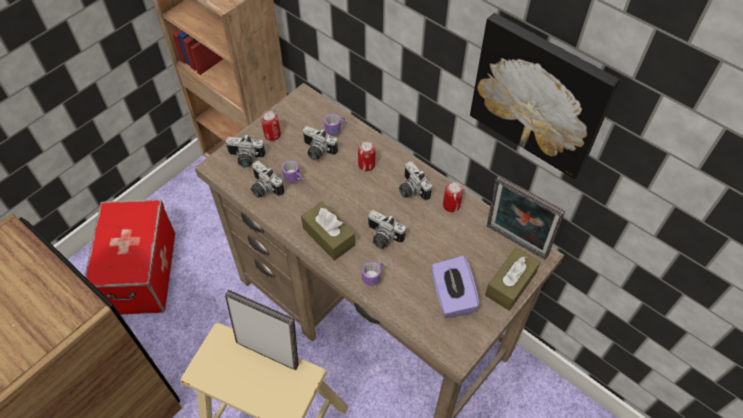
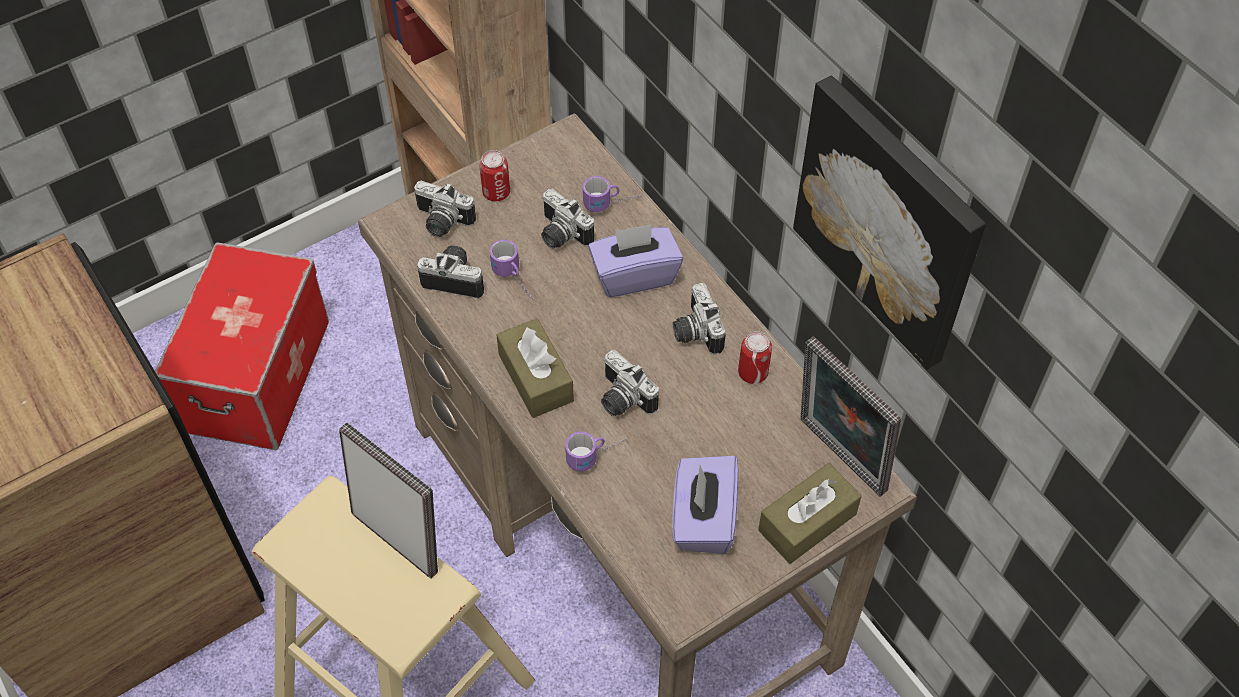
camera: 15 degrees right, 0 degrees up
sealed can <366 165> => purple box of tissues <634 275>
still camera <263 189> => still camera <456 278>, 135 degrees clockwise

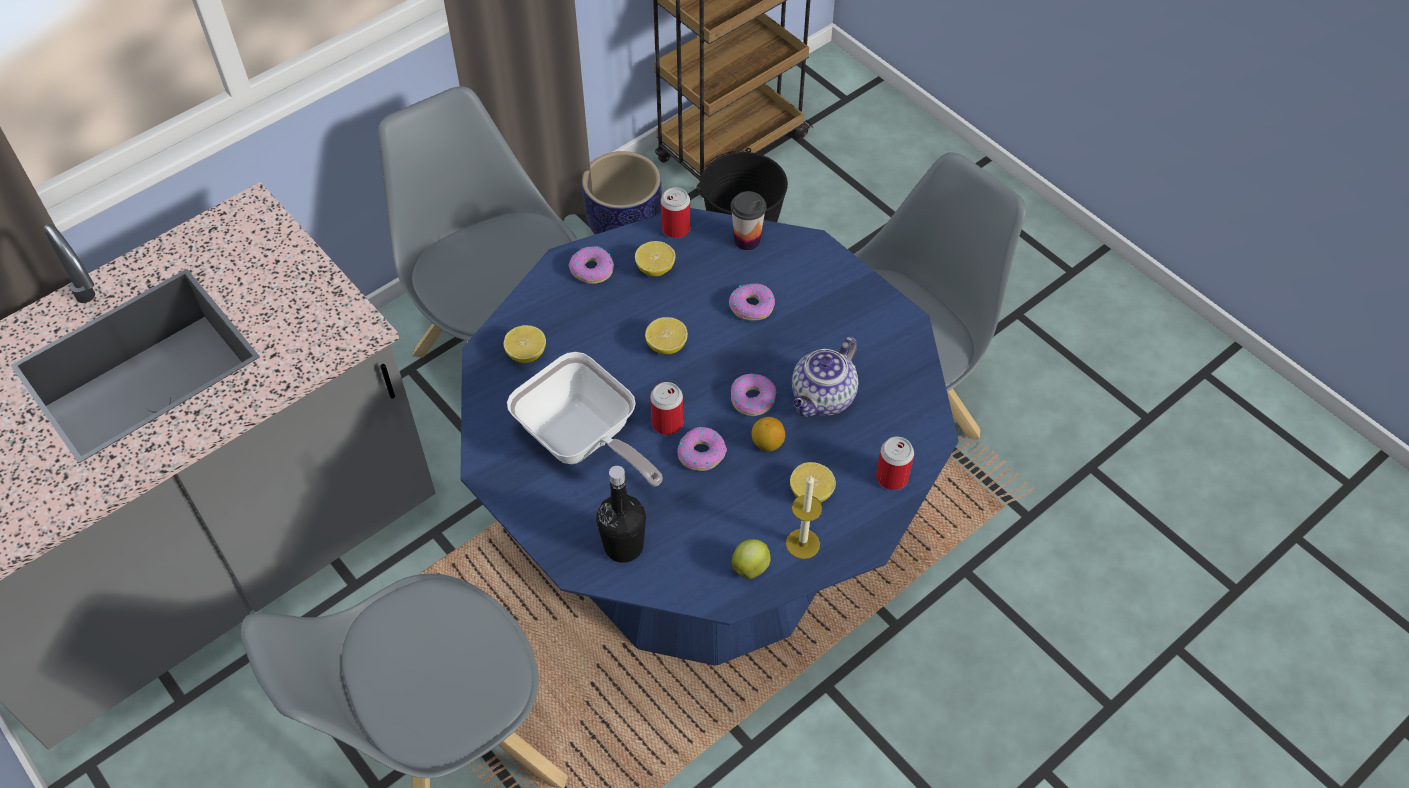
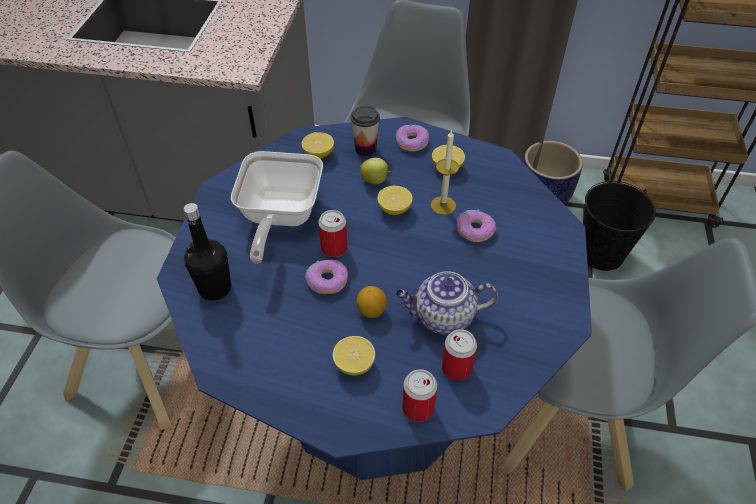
camera: 50 degrees right, 5 degrees down
doughnut <752 399> => nothing
sealed can <676 228> => sealed can <456 368>, moved
small cup <747 240> => small cup <365 149>, moved
apple <751 567> => apple <375 180>, moved
candle <802 543> => candle <443 205>, moved

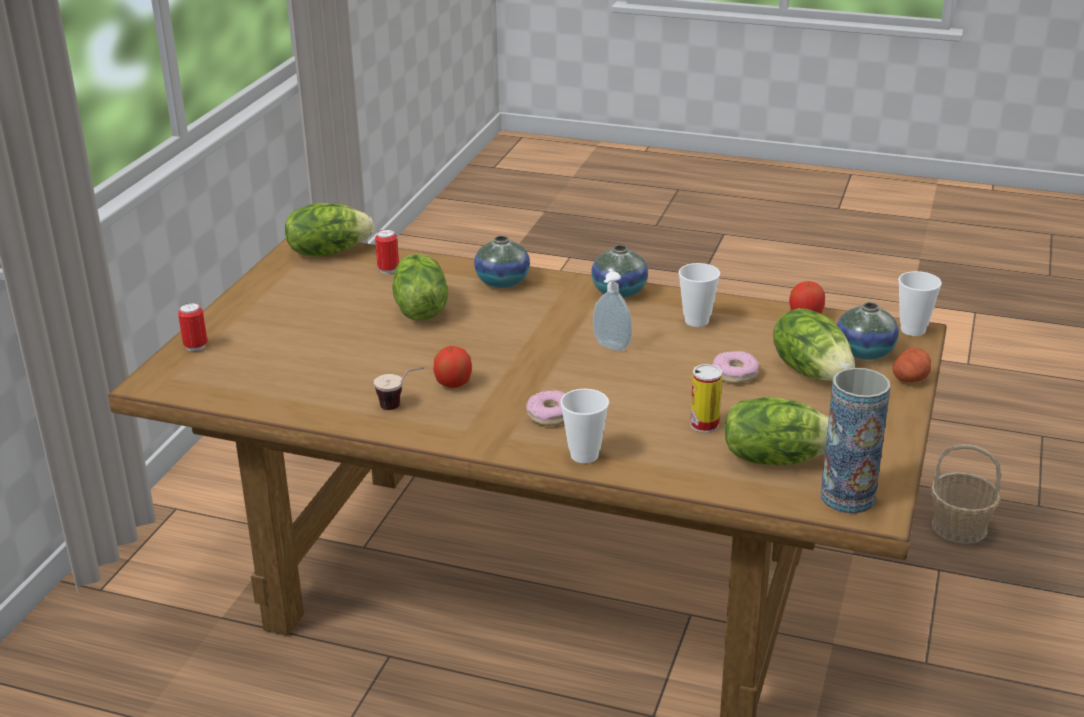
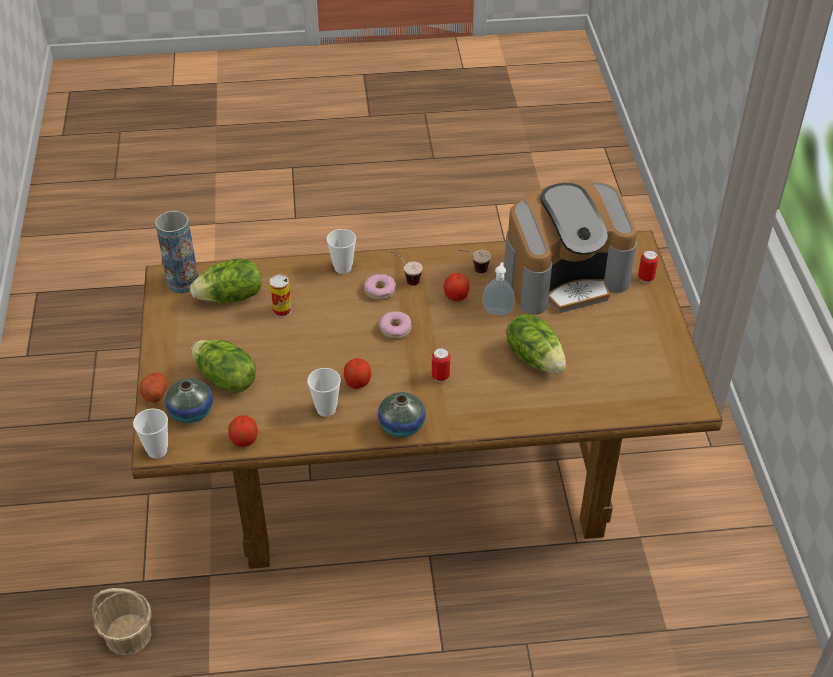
camera: 155 degrees right, 15 degrees up
lettuce <328 251> => nothing
flower vase <502 282> => nothing
nothing => apple <357 383>
nothing => small cup <406 279>
nothing => coffee machine <565 277>
sealed can <388 270> => sealed can <440 376>, moved
soap dispenser <610 347> => soap dispenser <498 311>, moved
doughnut <734 374> => doughnut <395 329>, moved

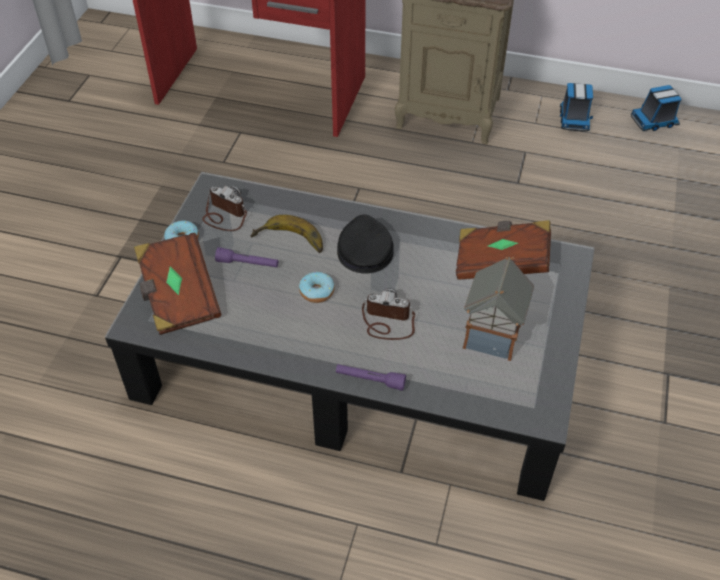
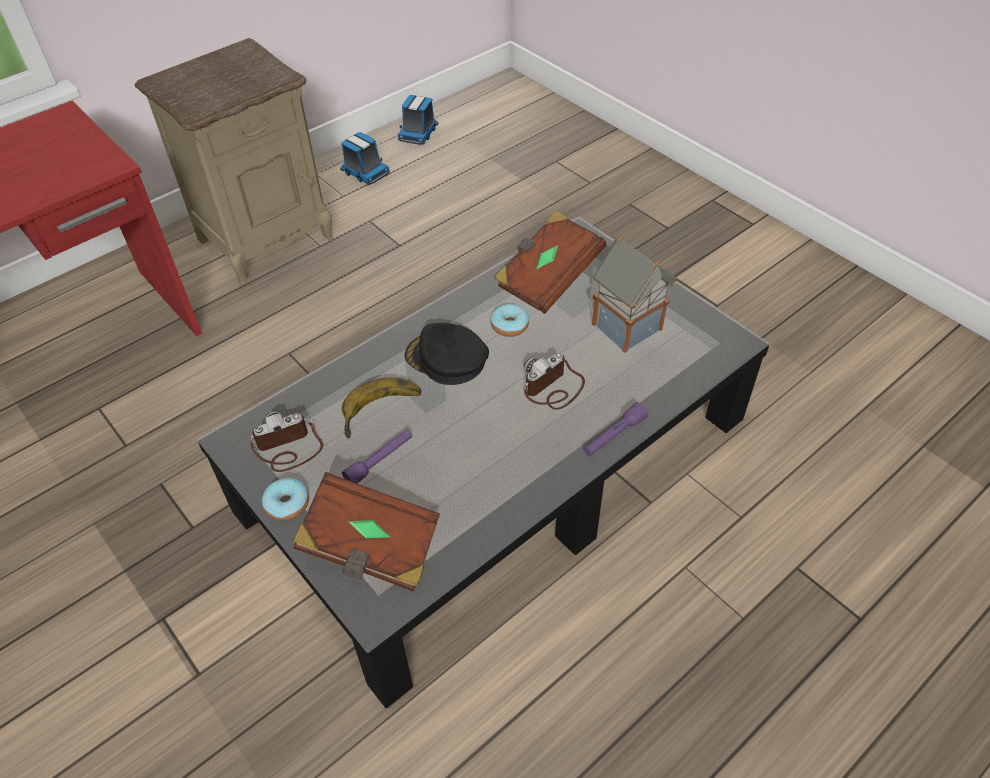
camera: 55 degrees left, 0 degrees up
doughnut <317 292> => doughnut <510 325>, moved

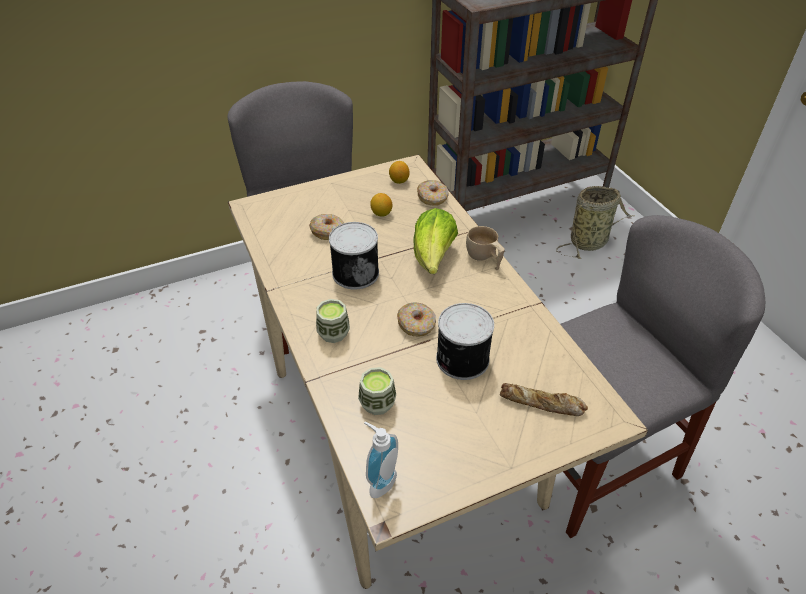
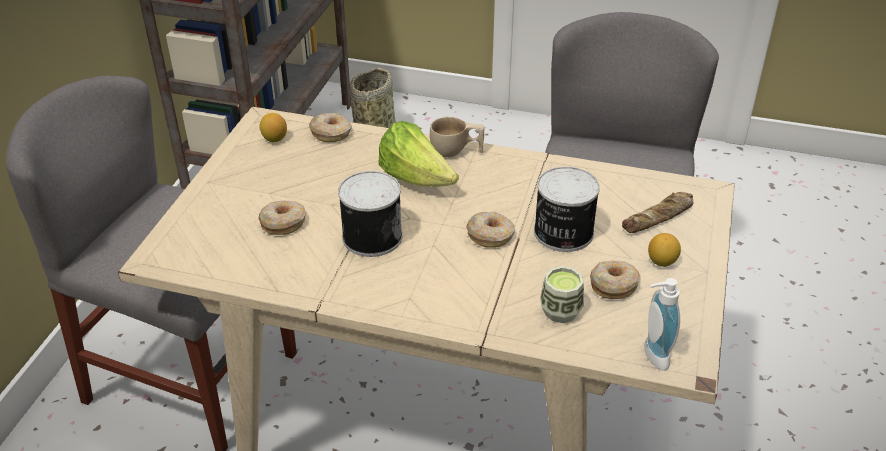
camera: 50 degrees left, 5 degrees down
small cup <333 333> => nothing
nothing => doughnut <613 285>
lemon <381 213> => lemon <662 262>, moved

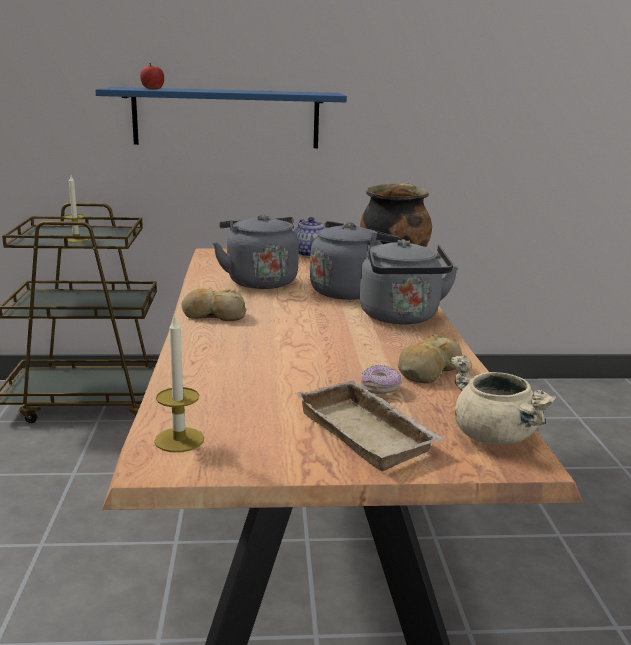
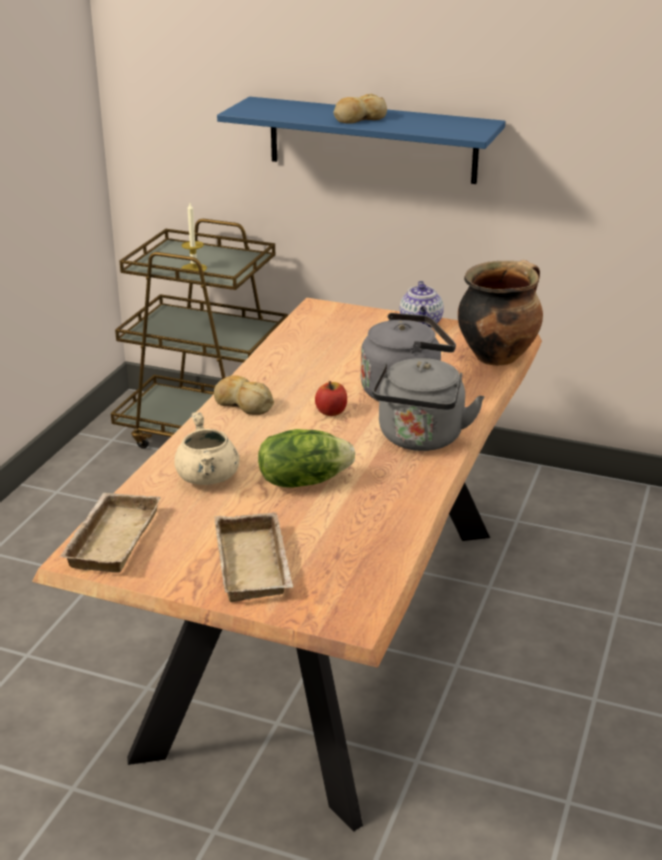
camera: 25 degrees right, 10 degrees up
gray kettle <259 281> => nothing
doughnut <380 389> => nothing
nothing => lettuce <303 481>
apple <152 88> => apple <331 412>, moved
bakery bread <428 371> => bakery bread <359 118>, moved
beige-coloured stockpot <495 437> => beige-coloured stockpot <208 478>, moved
candle <179 440> => beige-coloured serving tray <110 538>

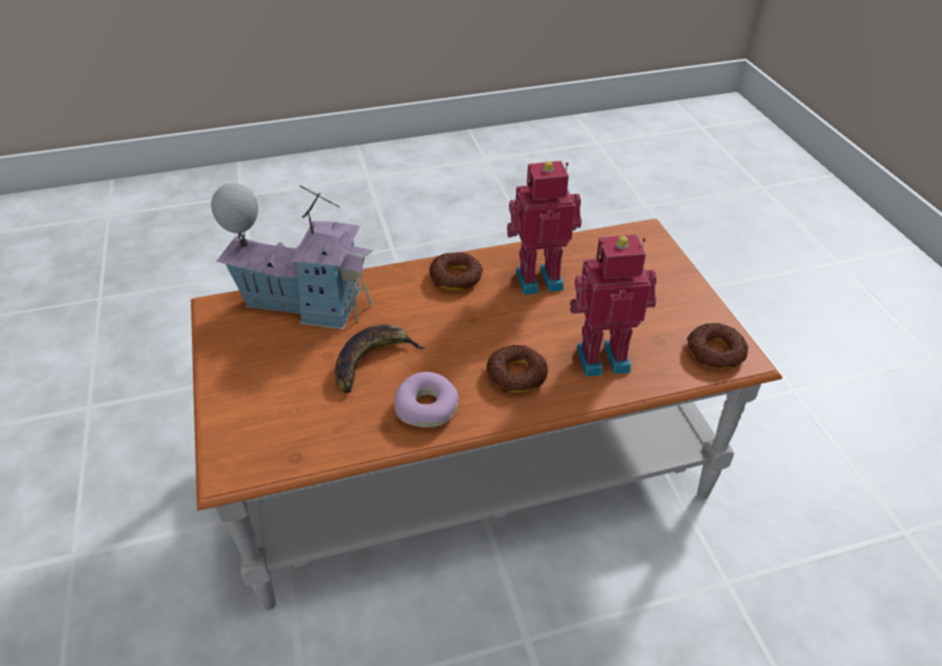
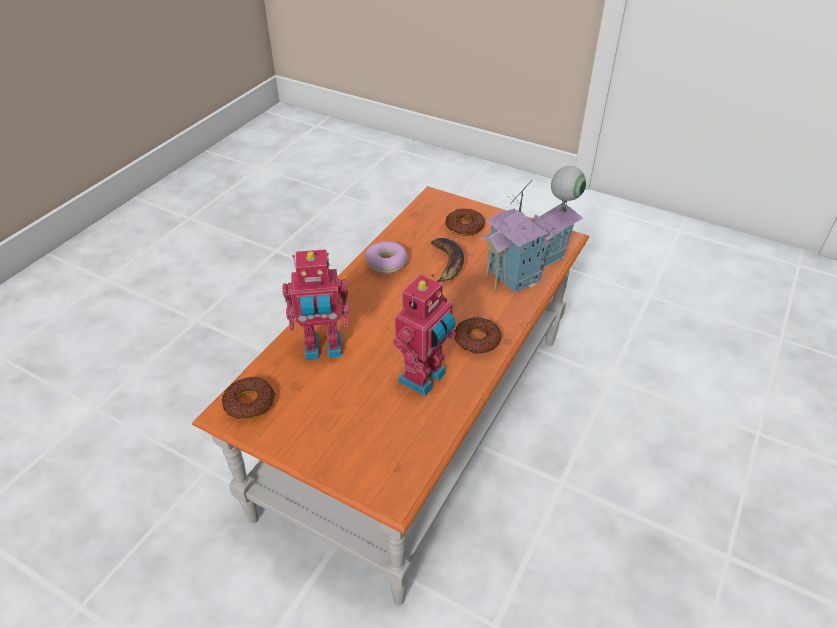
camera: 135 degrees right, 0 degrees up
doughnut <516 375> => doughnut <464 226>, moved
model robot <602 356> => model robot <323 349>, 45 degrees clockwise

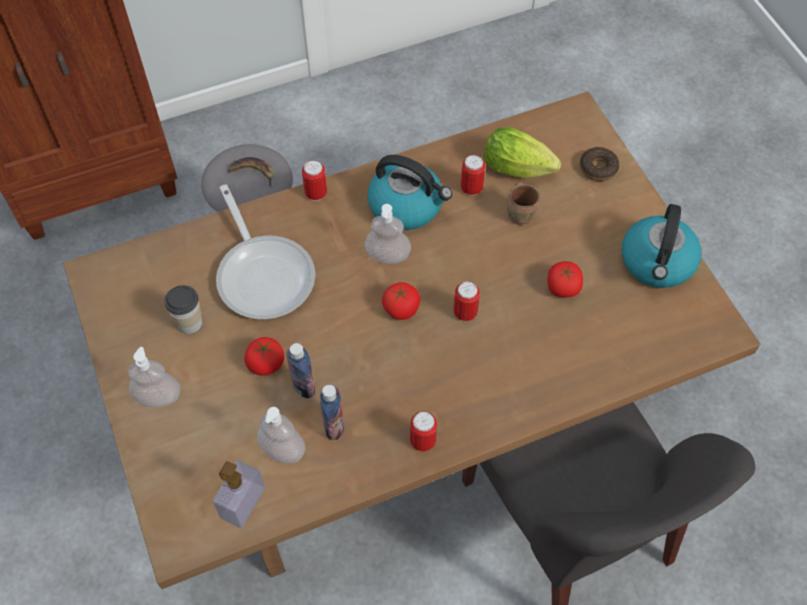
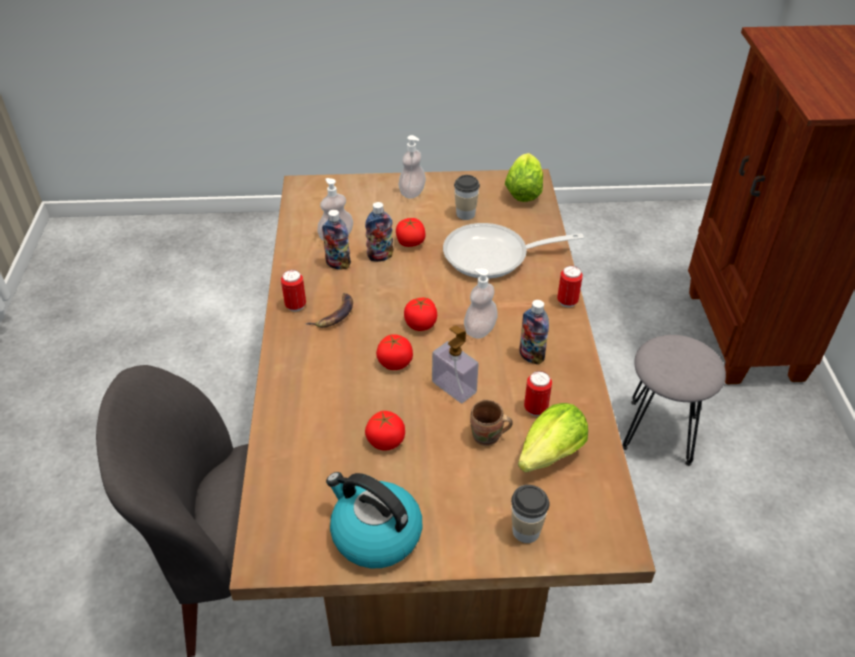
camera: 110 degrees right, 15 degrees down
nothing => lettuce <524 190>
soap dispenser <243 503> => soap dispenser <454 387>, moved
banana <252 173> => banana <334 314>, moved
kettle <407 206> => beverage bottle <531 356>
sealed can <465 313> => fresh tomato <395 362>
doughnut <598 168> => small cup <526 531>

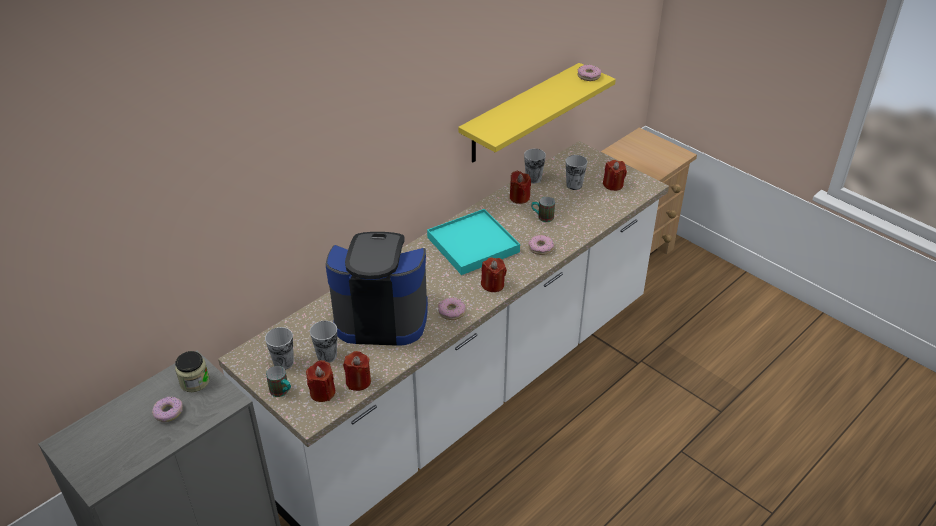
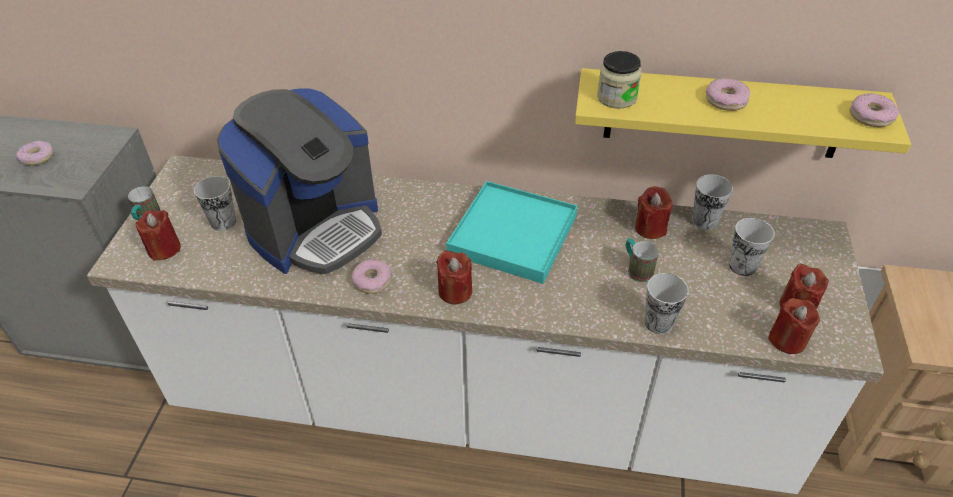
camera: 55 degrees right, 5 degrees up
jar <194 382> => jar <617 97>, moved
small cup <283 362> => small cup <659 323>, moved
red candle <358 381> => red candle <787 340>, moved
doughnut <540 248> => doughnut <726 100>, moved
coffee machine <381 317> => coffee machine <316 228>, 75 degrees clockwise

